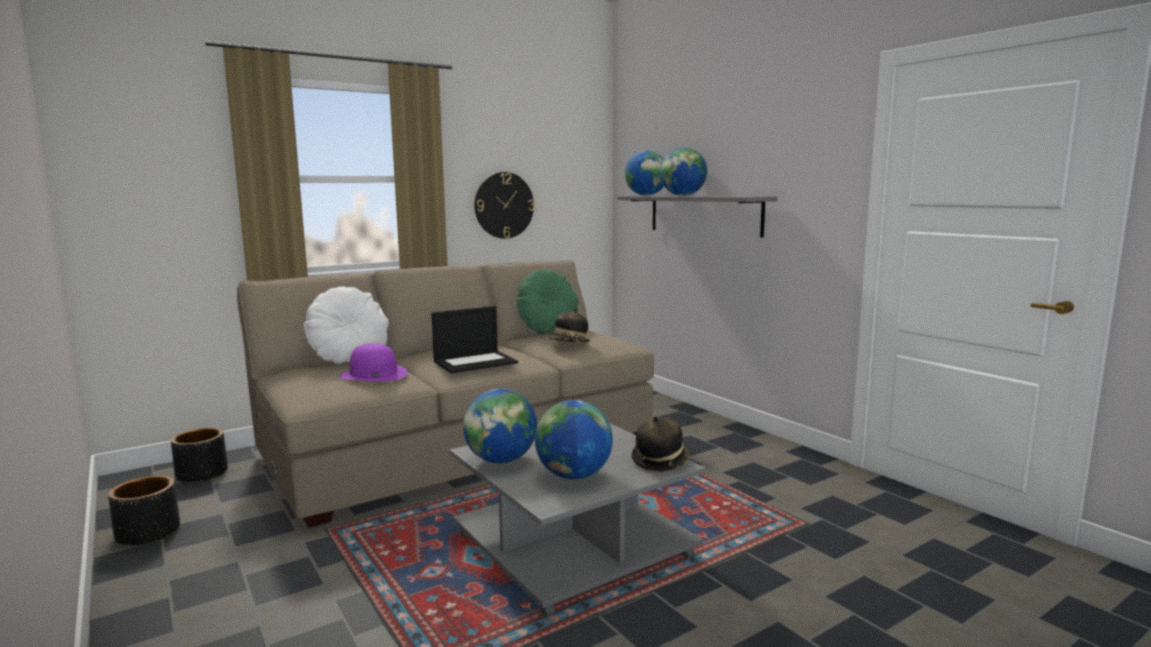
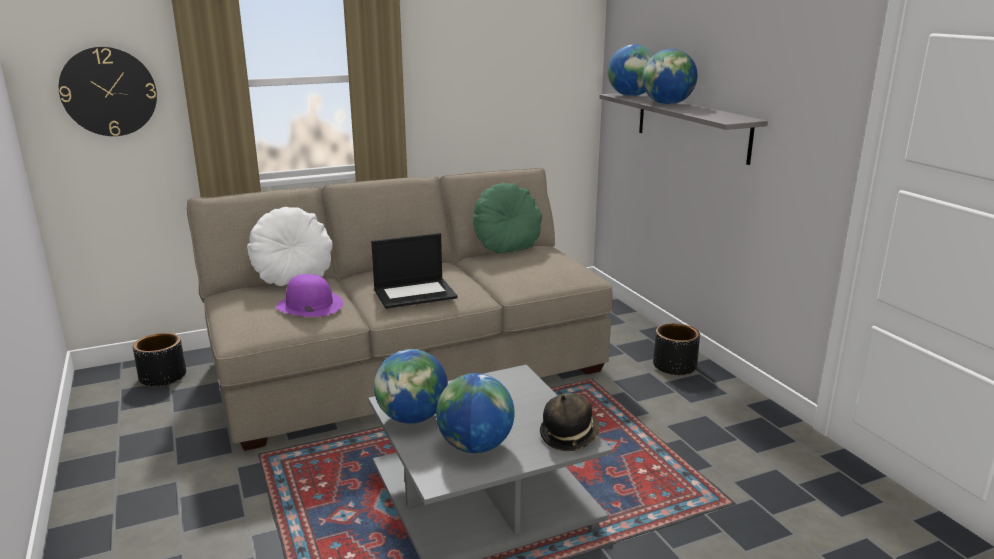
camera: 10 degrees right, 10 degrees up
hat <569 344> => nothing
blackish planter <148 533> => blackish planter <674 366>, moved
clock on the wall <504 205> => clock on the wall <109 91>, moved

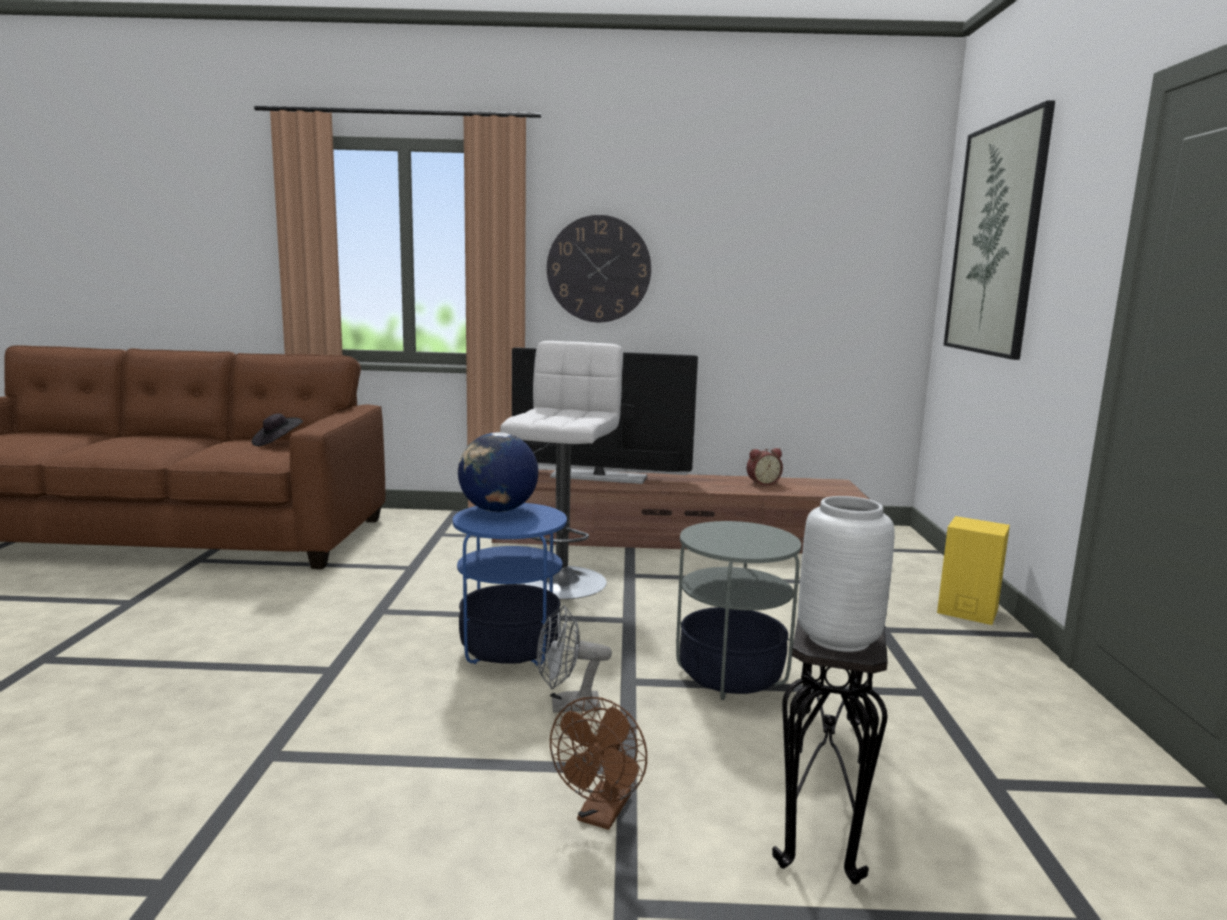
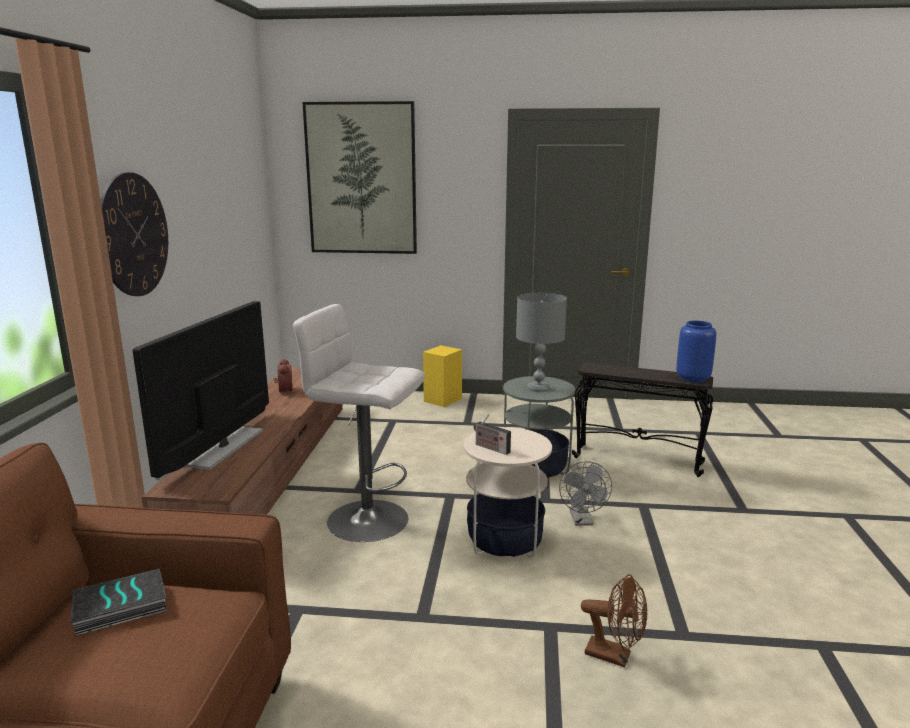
camera: 85 degrees left, 5 degrees up
nothing => gray tabletop lamp <538 388>
brown-coloured fan <601 815> => brown-coloured fan <615 656>, moved
blackish hat <277 443> => bound book <119 608>
world globe <498 510> => radio receiver <490 448>
blue accent table <510 650> => beige-coloured accent table <505 542>
gray flower vase <840 638> => blue flower vase <692 378>

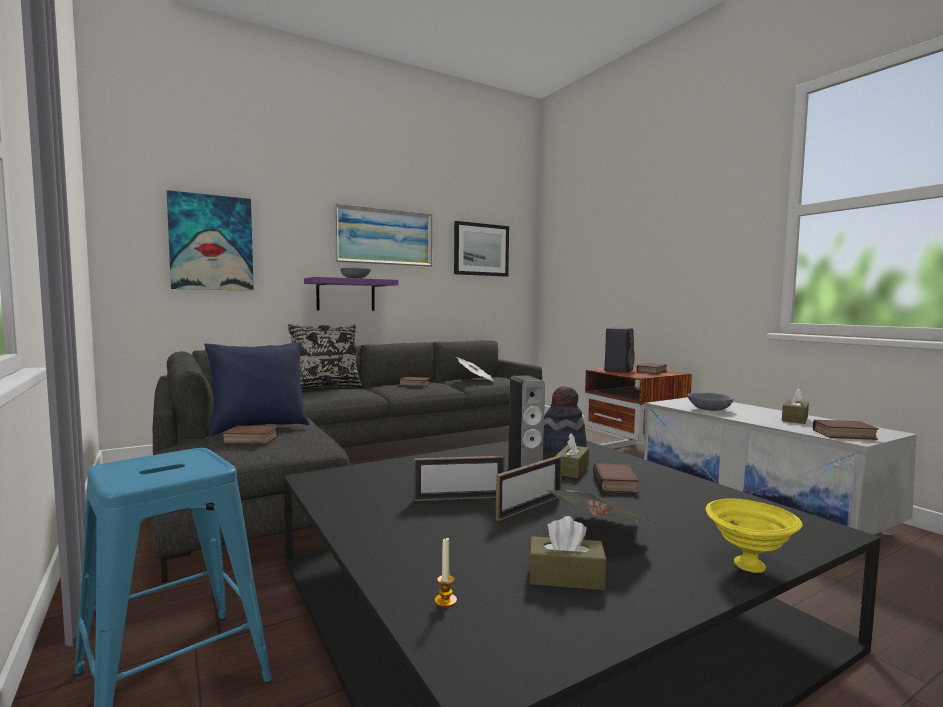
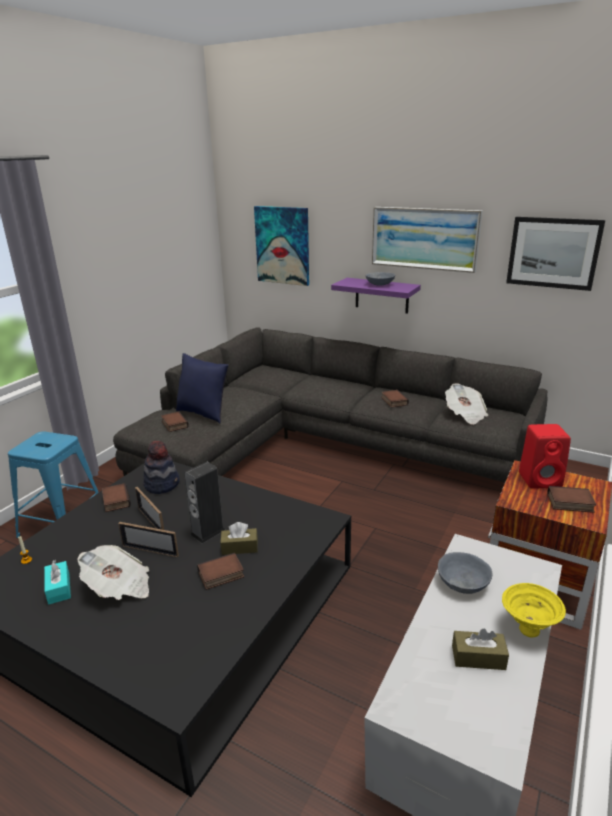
camera: 60 degrees right, 20 degrees up
blackish throw pillow <326 389> => nothing
hat <561 447> => hat <162 484>, moved
yellowish bowl <749 567> => yellowish bowl <527 630>, moved
bound book <844 435> => bound book <115 500>, moved
brown-coloured box of tissues <565 577> => turquoise box of tissues <59 588>
blackish audio speaker <618 370> => red audio speaker <541 480>

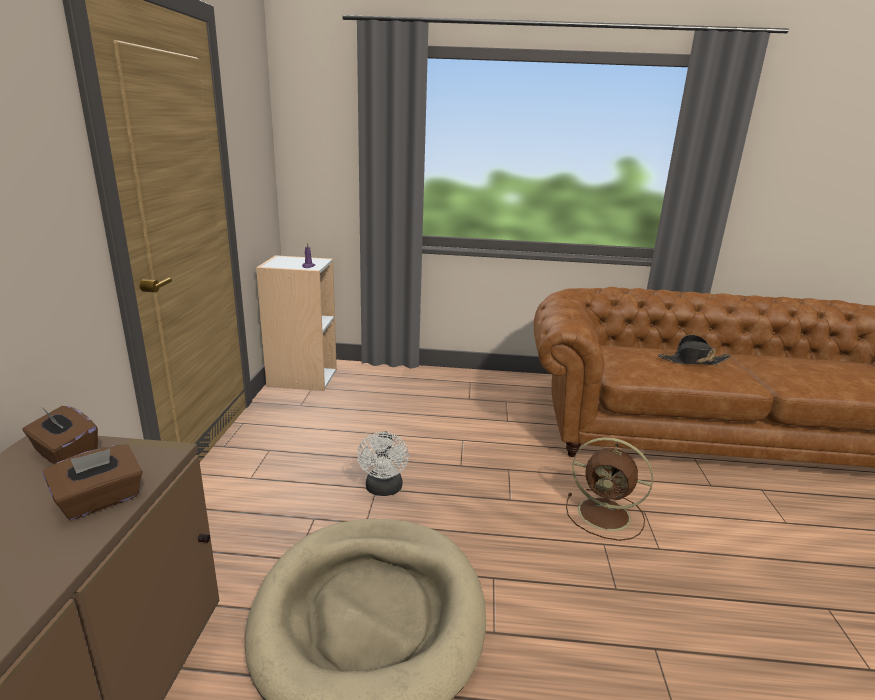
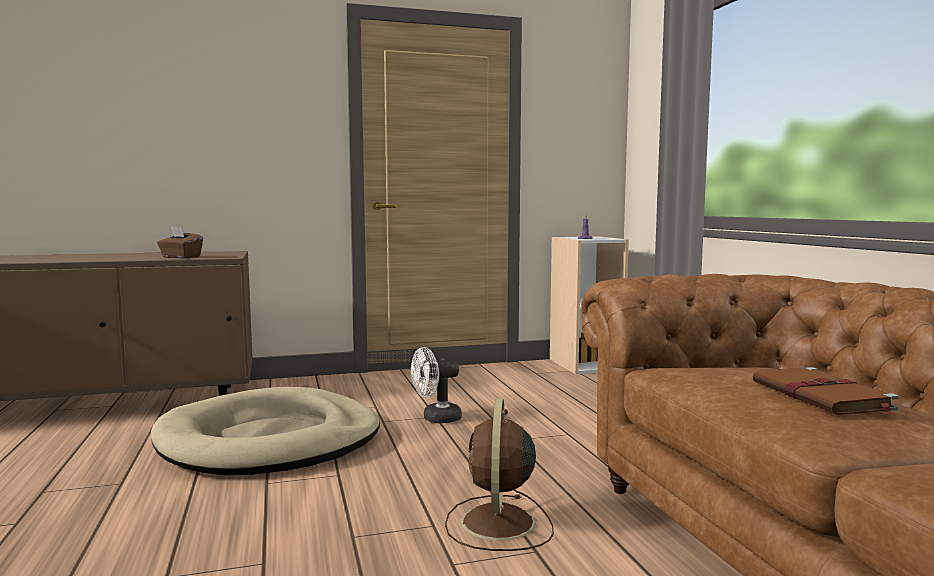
camera: 70 degrees right, 15 degrees down
brown-coloured box of tissues <65 454> => nothing
blackish hat <693 361> => brown-coloured bound book <822 396>

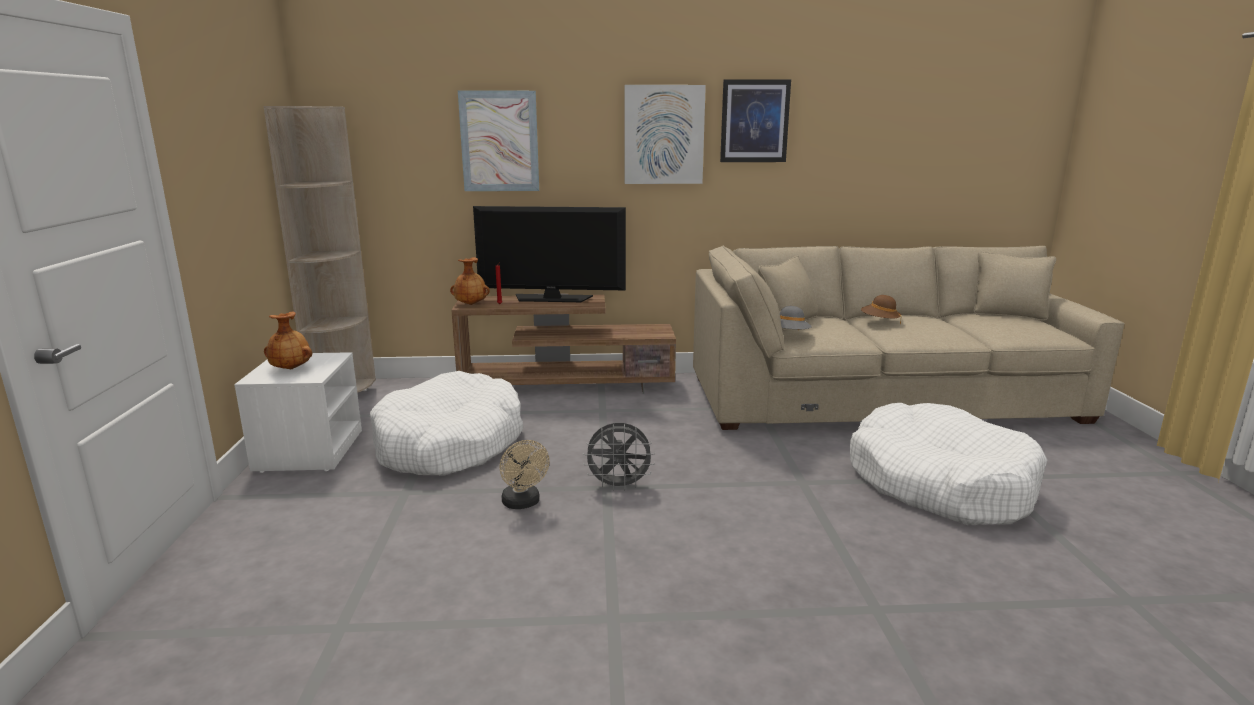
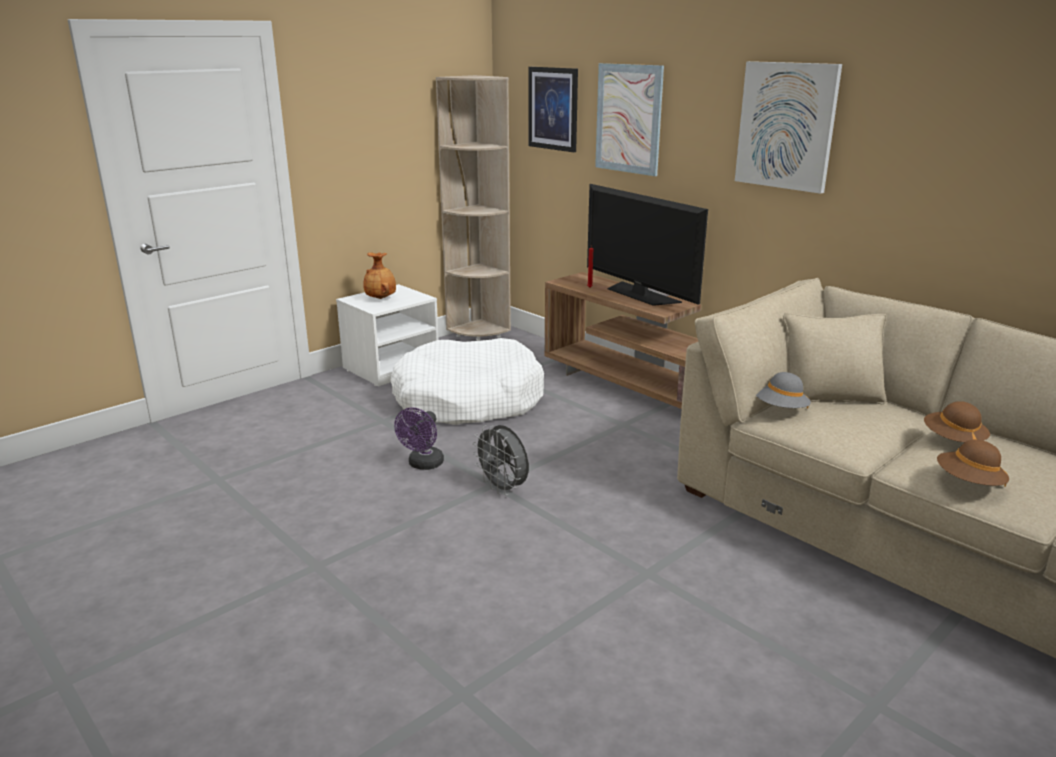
camera: 50 degrees right, 5 degrees up
brown-coloured flower vase <471 304> => nothing
whitish pet bed <939 483> => nothing
nothing => brown-coloured hat <968 483>
picture <754 121> => picture <553 109>, moved
beige-coloured fan <523 503> => purple fan <423 465>

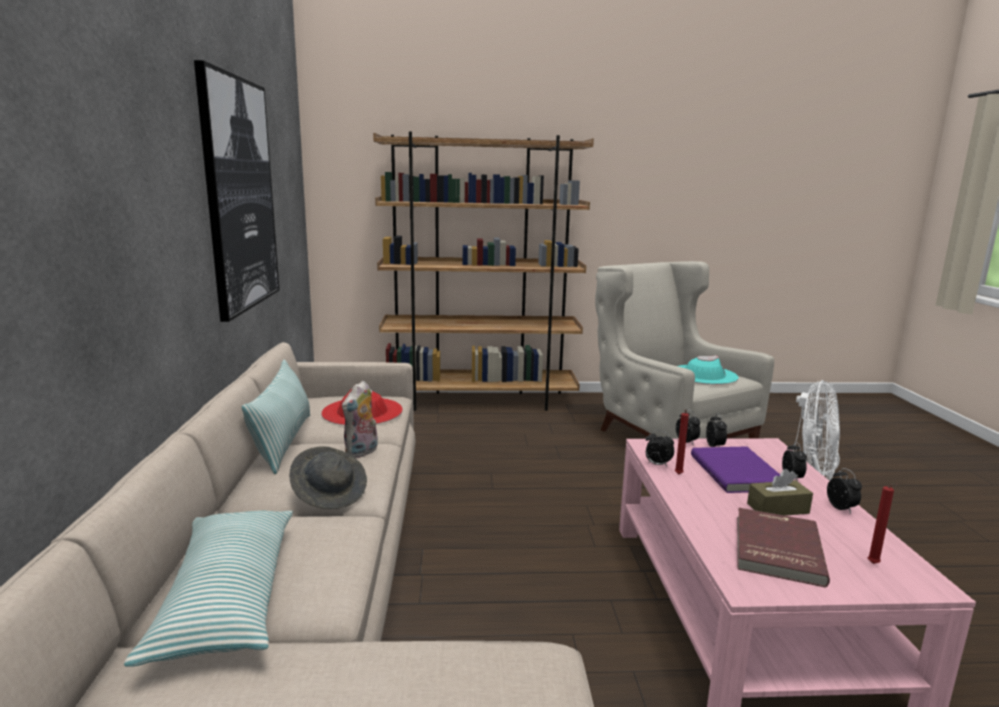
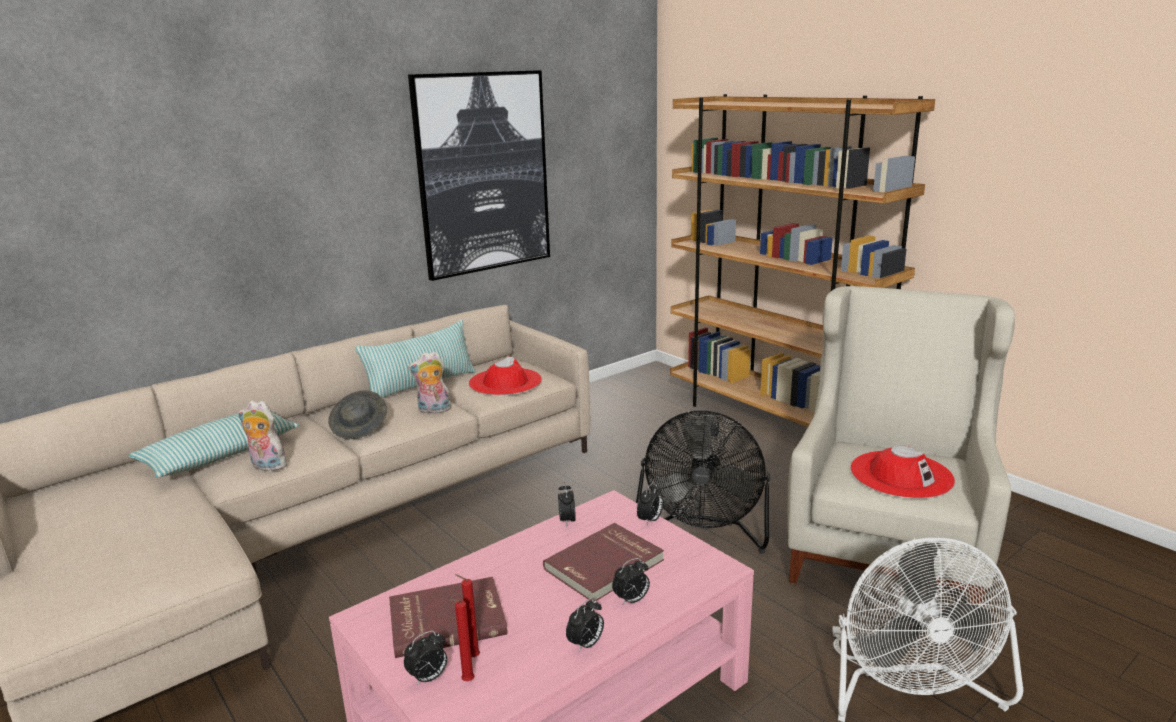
camera: 55 degrees right, 5 degrees up
brown-coloured box of tissues <778 508> => nothing
nothing => soft toy <266 466>
nothing => blackish fan <699 529>
red candle <678 475> => red candle <471 657>, moved
table clock <715 446> => table clock <428 678>, moved
turquoise hat <703 375> => red hat <901 474>
purple bound book <738 472> => red bound book <605 565>

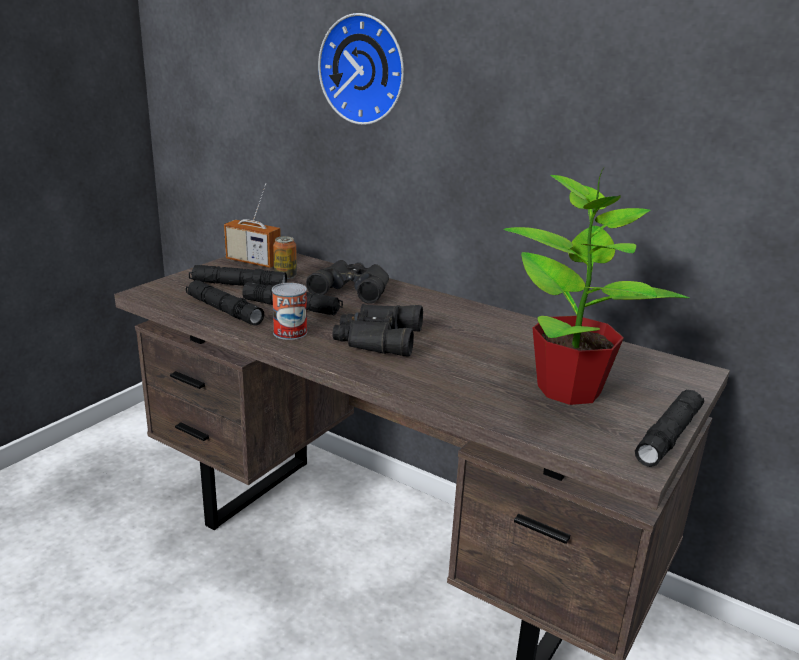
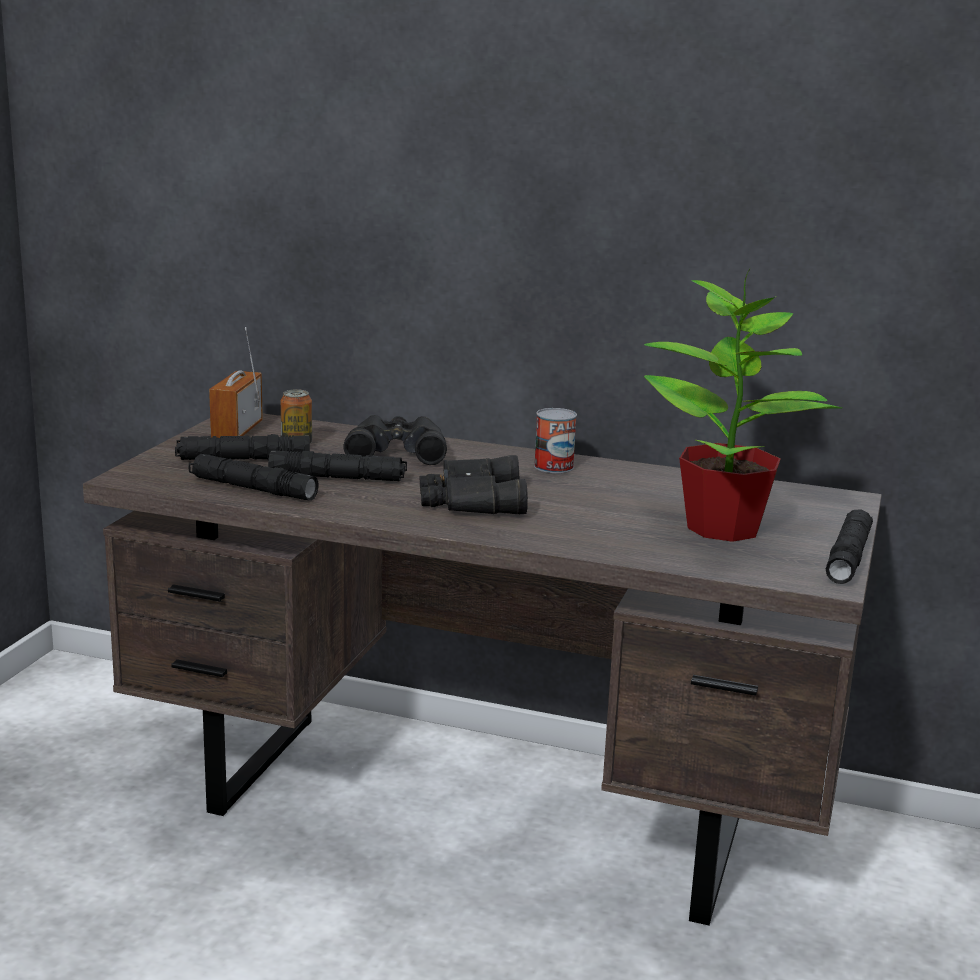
camera: 15 degrees left, 5 degrees down
clock on the wall <365 69> => nothing
sealed can <290 332> => sealed can <553 467>, moved
radio receiver <253 262> => radio receiver <237 431>, 90 degrees clockwise

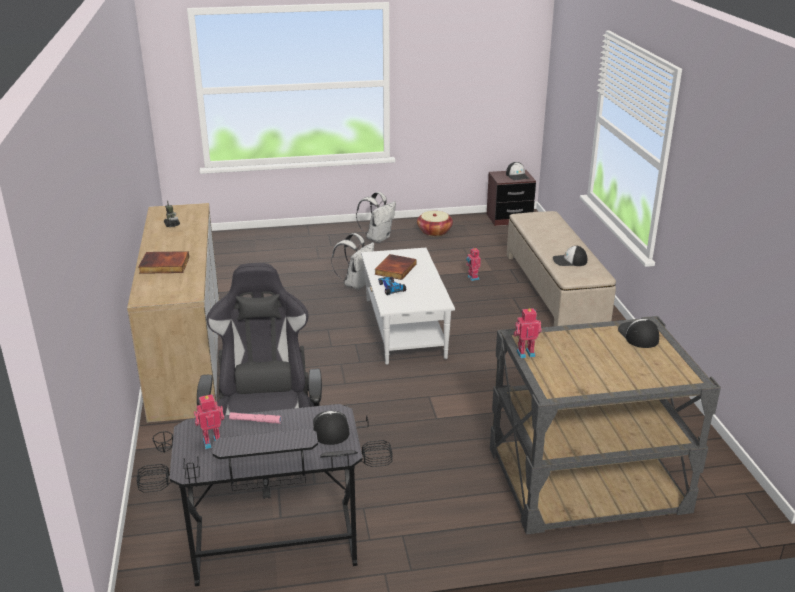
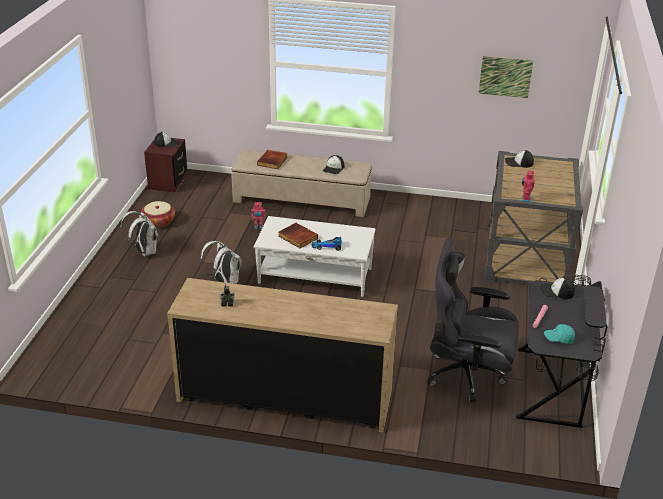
camera: 70 degrees left, 5 degrees up
nothing => picture <505 77>
bound book <164 265> => bound book <273 161>, moved
model robot <212 441> => turquoise baseball cap <558 339>

